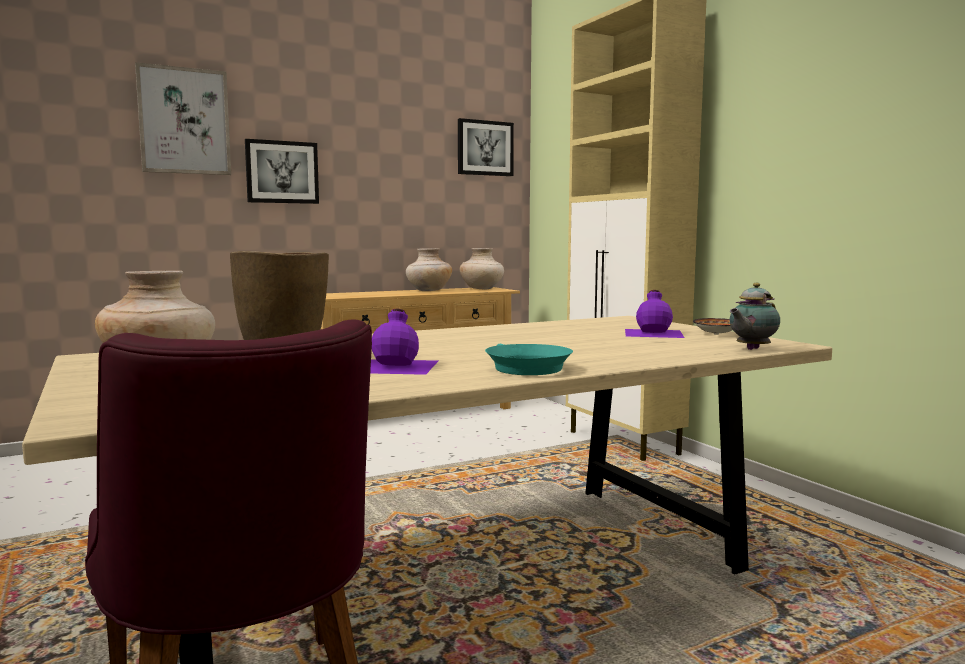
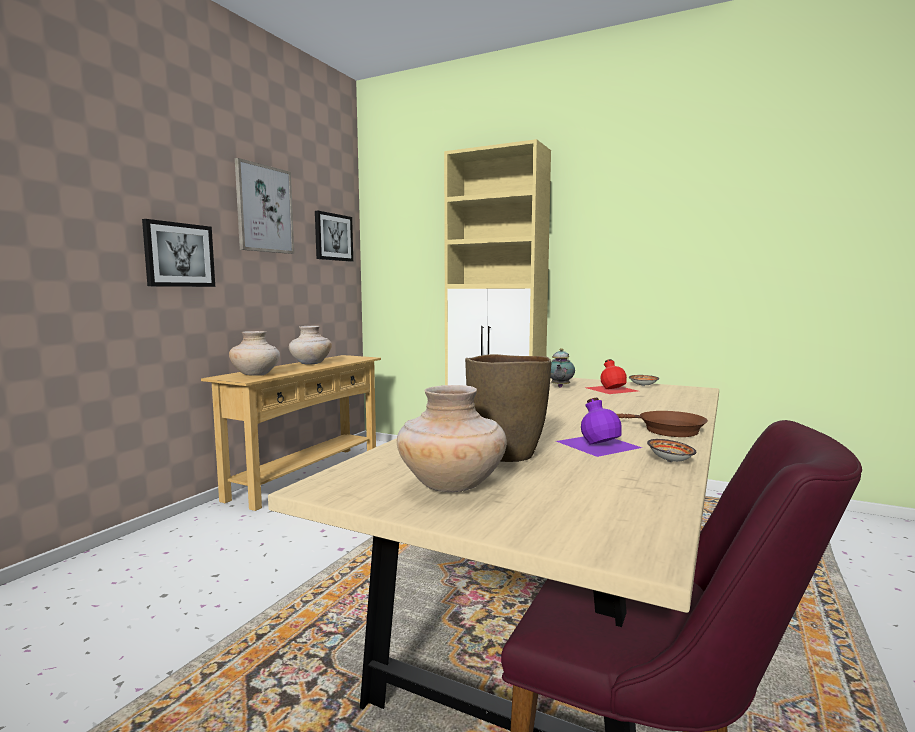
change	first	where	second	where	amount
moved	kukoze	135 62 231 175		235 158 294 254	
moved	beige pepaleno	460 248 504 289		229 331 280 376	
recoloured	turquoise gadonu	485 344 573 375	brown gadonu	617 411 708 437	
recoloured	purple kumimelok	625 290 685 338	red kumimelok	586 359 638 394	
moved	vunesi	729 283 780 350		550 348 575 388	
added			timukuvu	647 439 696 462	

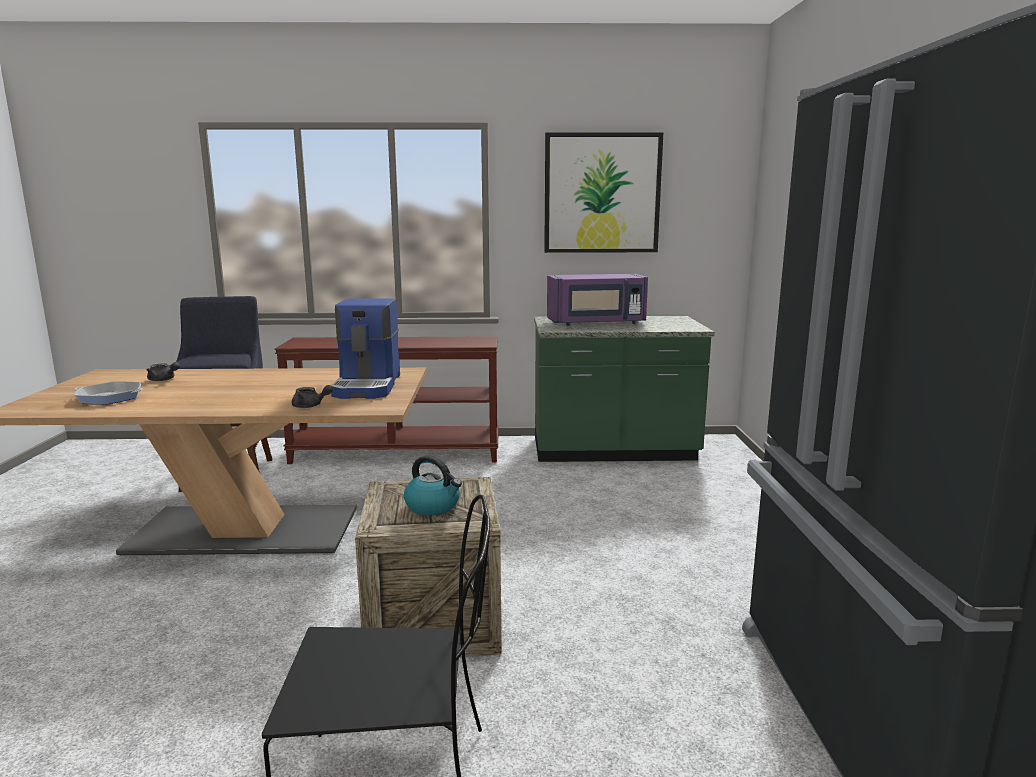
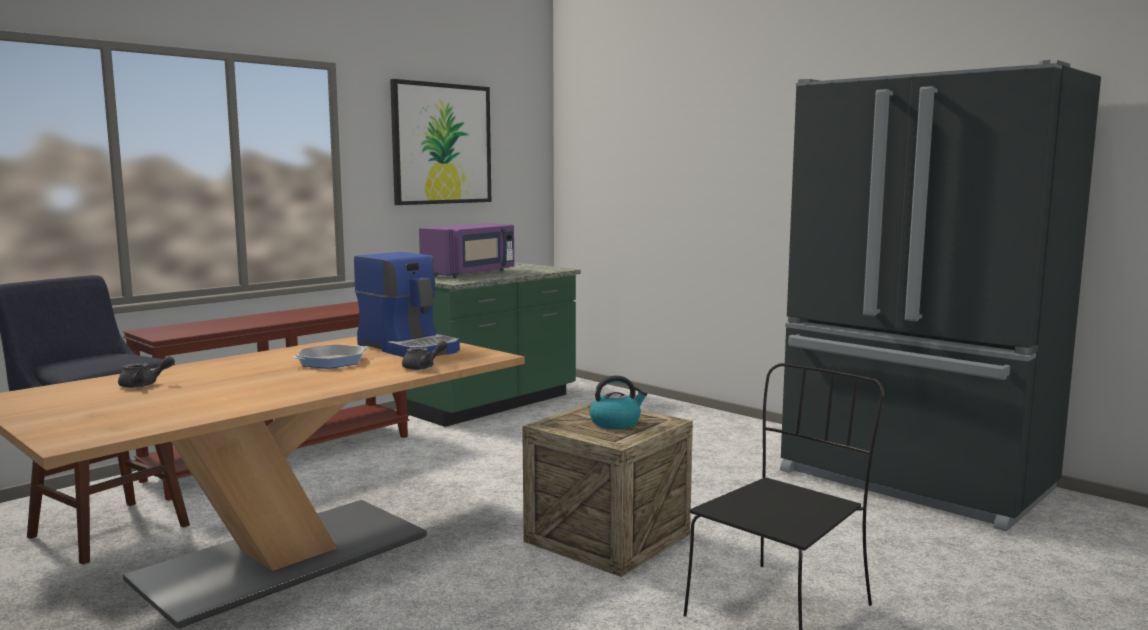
change	first	where	second	where	amount
moved	gadonu	74 381 143 405		293 344 368 369	

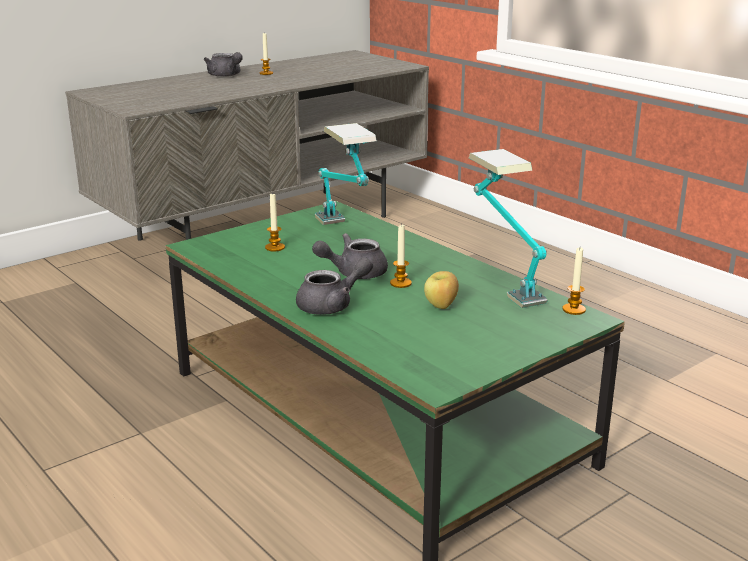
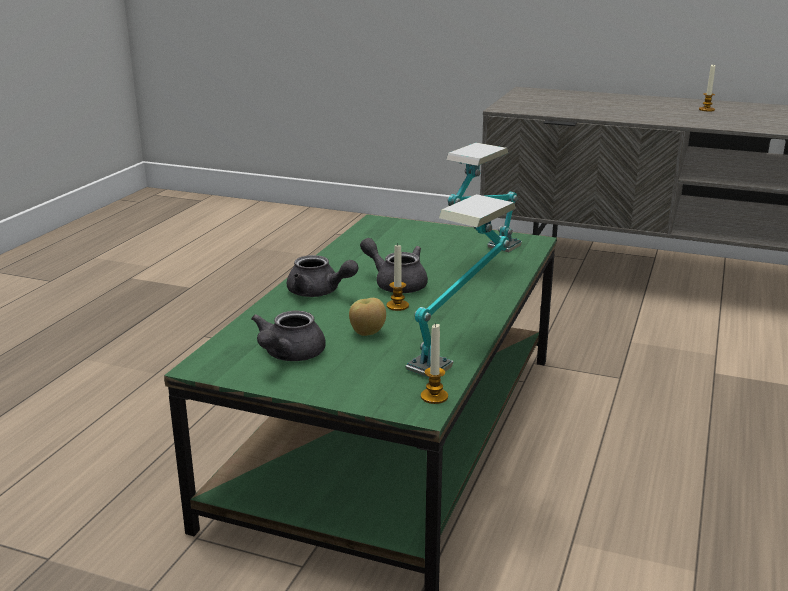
change	first	where	second	where	amount
moved	grey vunesi	204 52 243 77		251 311 326 361	
removed	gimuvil	265 192 285 252			

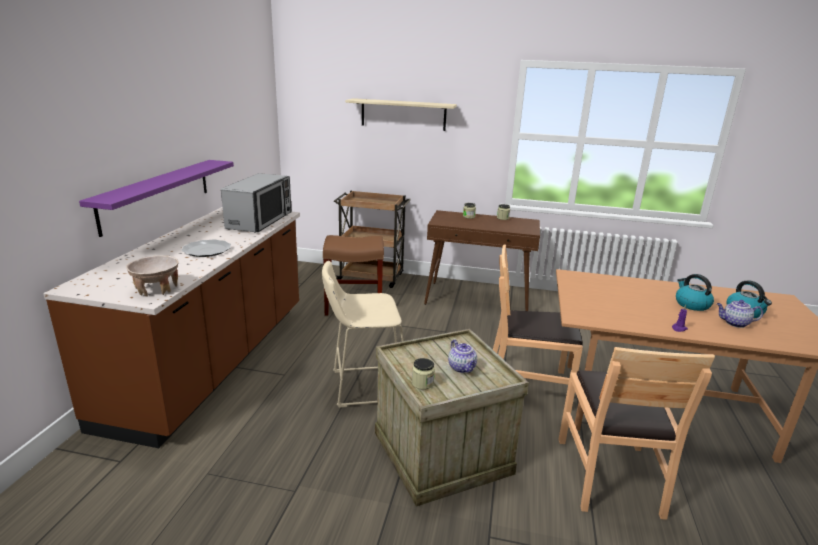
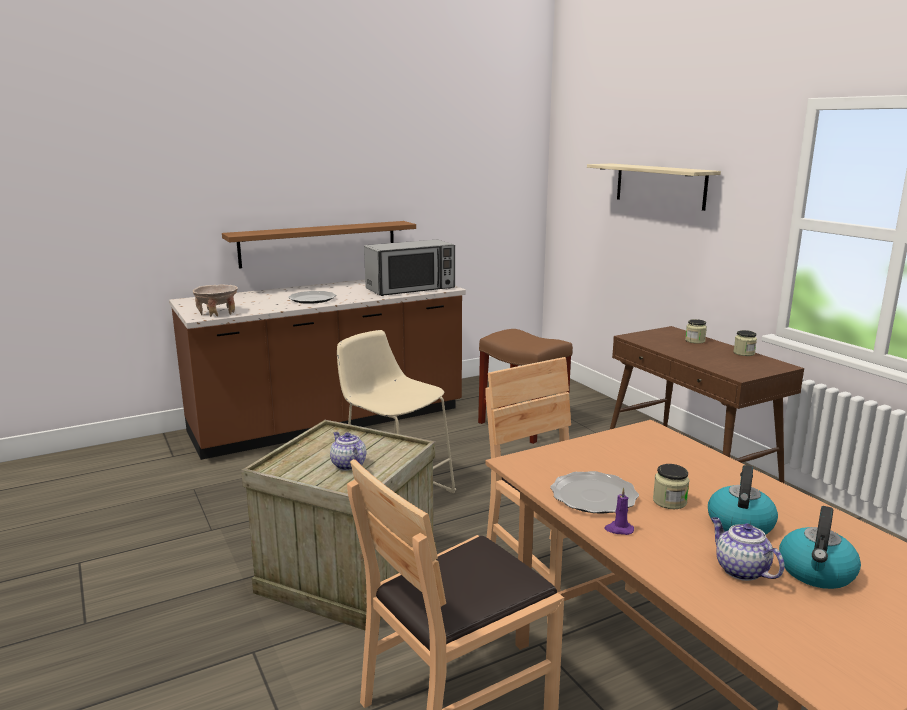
change	first	where	second	where	amount
recoloured	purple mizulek	79 160 234 237	brown mizulek	222 221 416 269	
removed	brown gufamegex	334 191 411 288			
moved	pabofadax	412 358 435 390		653 464 690 509	
turned	vunesi	448 339 477 373		330 432 366 471	120 degrees clockwise
added			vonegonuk	550 471 639 514	

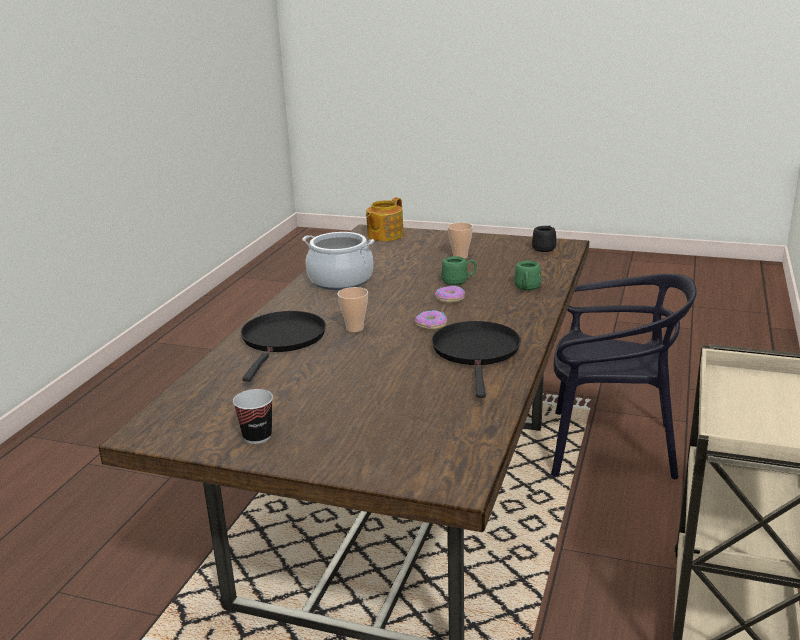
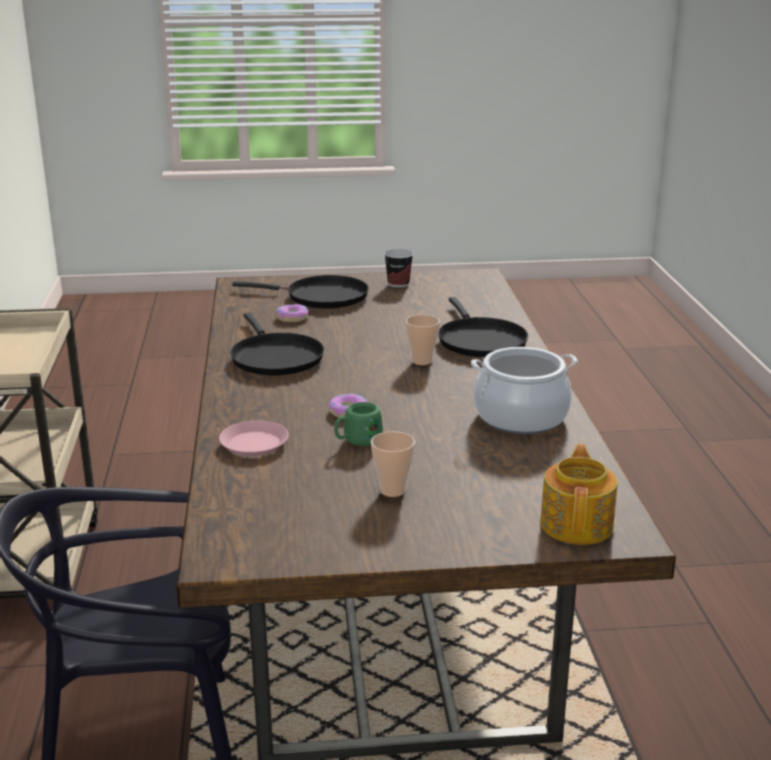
change	first	where	second	where	amount
moved	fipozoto	415 310 447 330		276 304 308 322	
replaced	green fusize	514 261 542 290	pink vonegonuk	219 421 288 456	
removed	black fusize	532 225 557 252			
added			black gadonu	232 275 369 309	

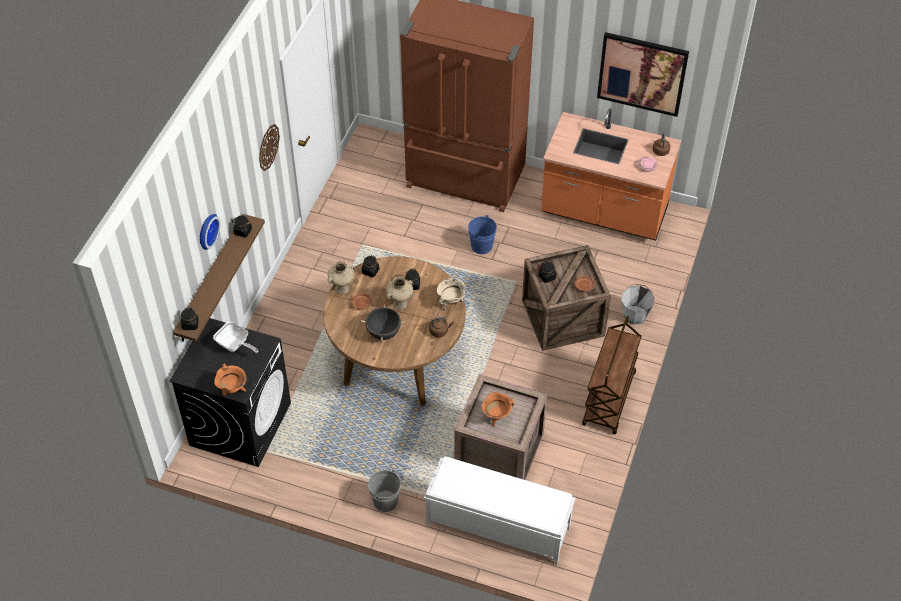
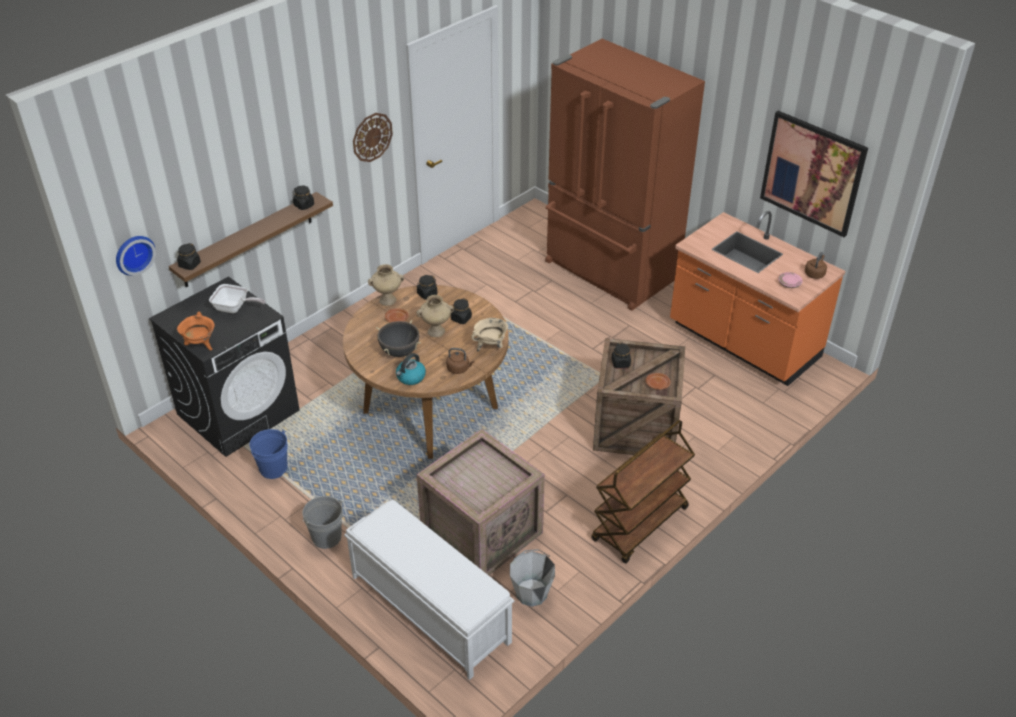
change	first	where	second	where	amount
moved	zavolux	200 214 221 250		116 236 156 276	
turned	gadonu	213 321 258 353		209 284 265 313	45 degrees counterclockwise
moved	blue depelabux	468 215 497 254		250 429 288 479	
removed	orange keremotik	481 392 515 427			
moved	grey depelabux	621 284 655 325		510 549 555 607	
added			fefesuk	396 353 426 385	

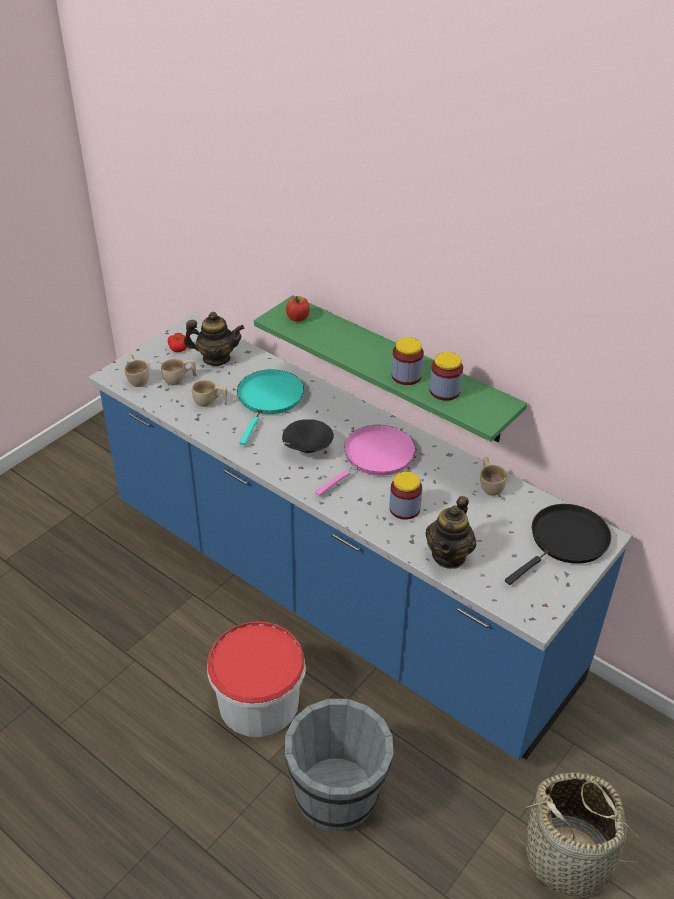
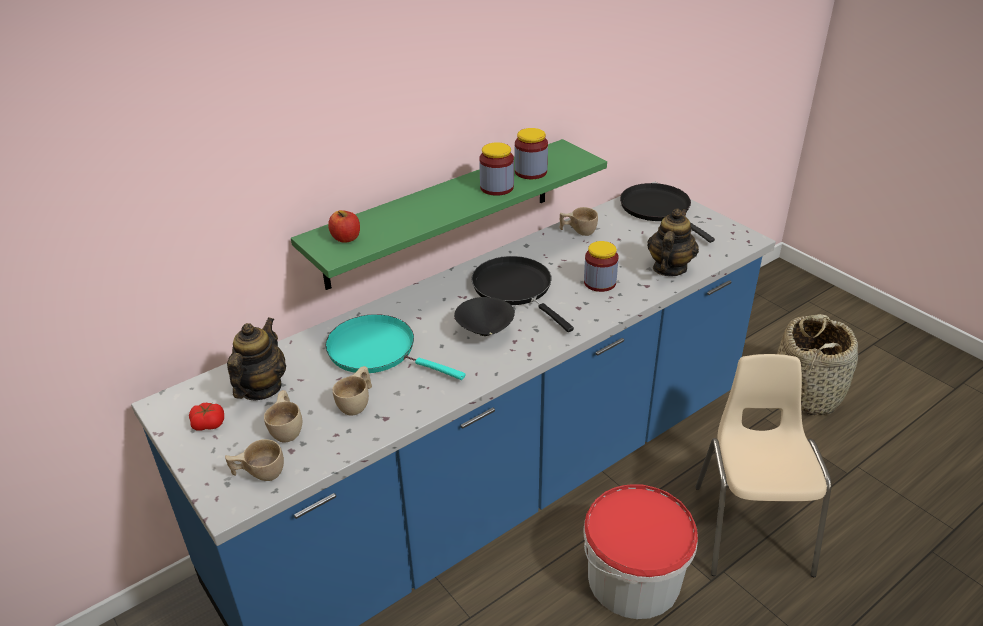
change	first	where	second	where	amount
replaced	grey depelabux	285 699 394 832	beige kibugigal	695 354 832 577	
recoloured	pink gadonu	315 425 416 496	black gadonu	471 256 574 332	
turned	vunesi	425 496 476 569		647 209 699 276	105 degrees counterclockwise

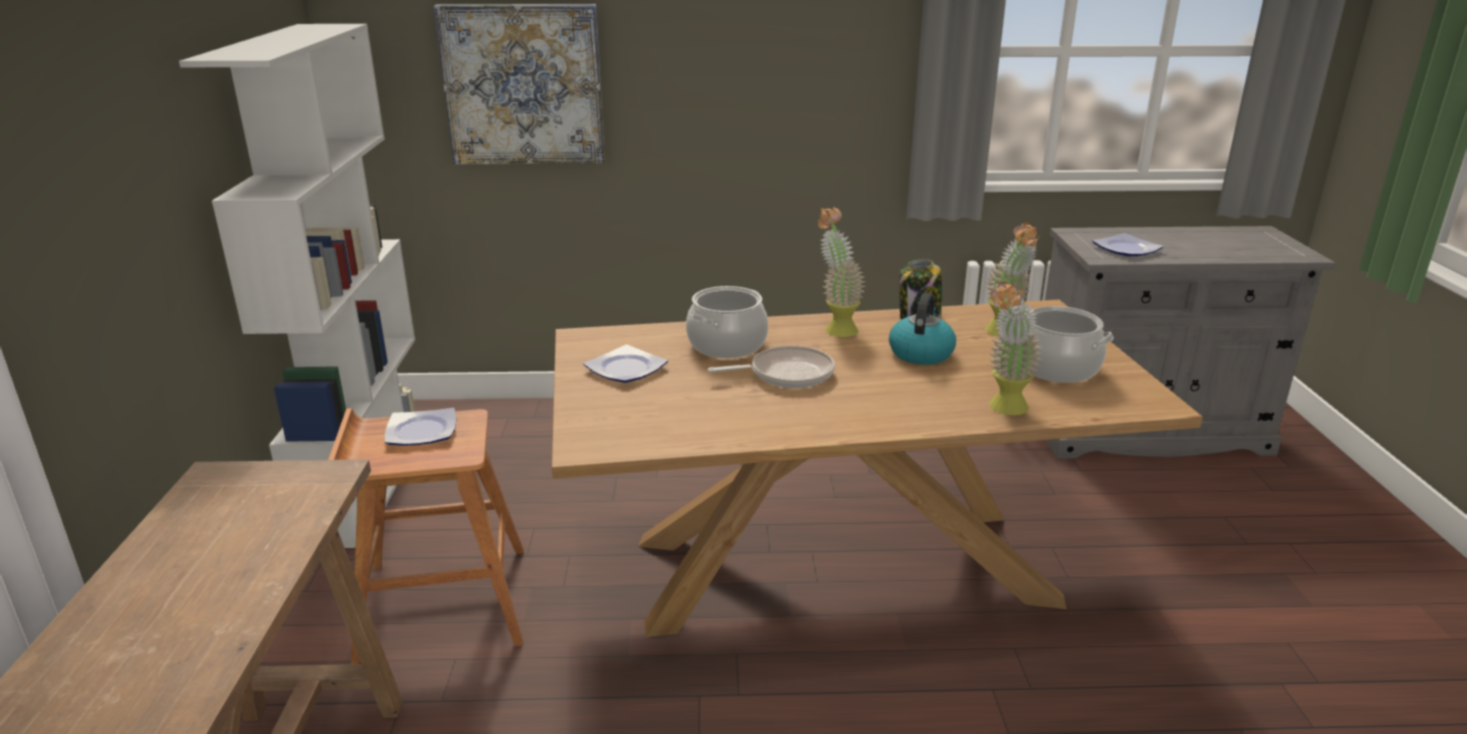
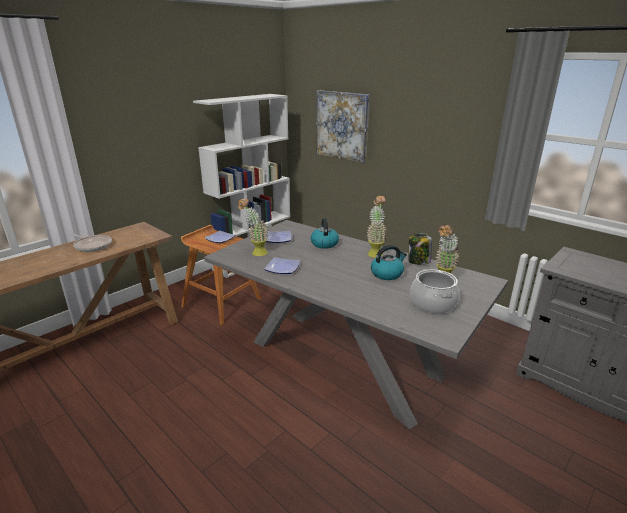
change	first	where	second	where	amount
recoloured	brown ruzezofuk	552 300 1203 637	grey ruzezofuk	204 220 508 429	
replaced	keremotik	686 286 768 358	fefesuk	311 218 339 249	
moved	gadonu	708 345 835 388		70 233 112 252	
moved	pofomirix	989 282 1042 415		238 198 268 256	
moved	vonegonuk	1092 233 1164 256		264 257 300 274	

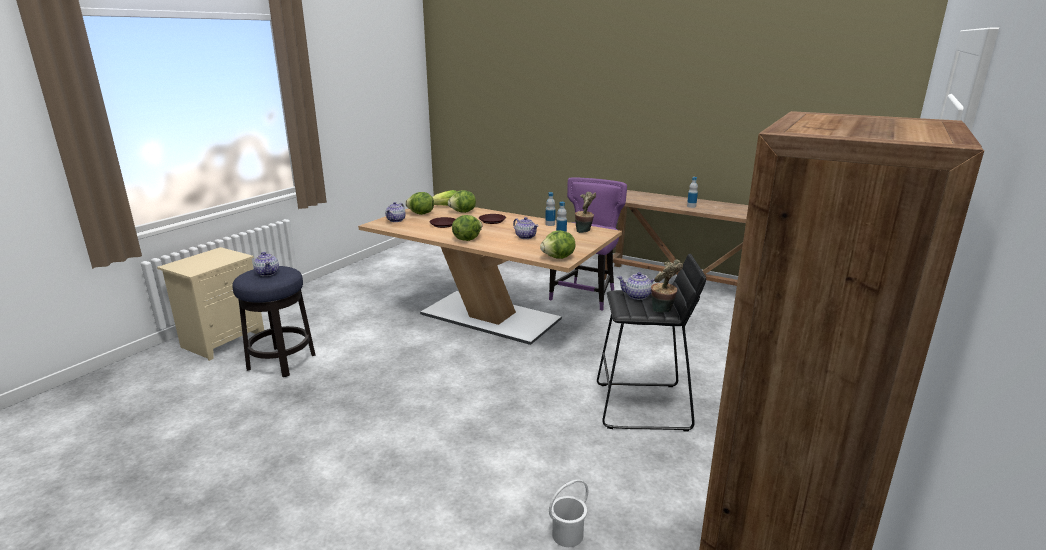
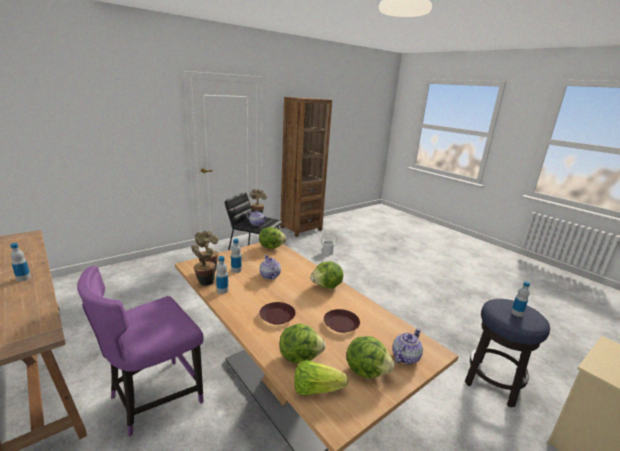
change	first	where	second	where	amount
replaced	vunesi	253 252 279 276	kumimelok	511 281 530 317	
added			pofomirix	191 245 215 286	

